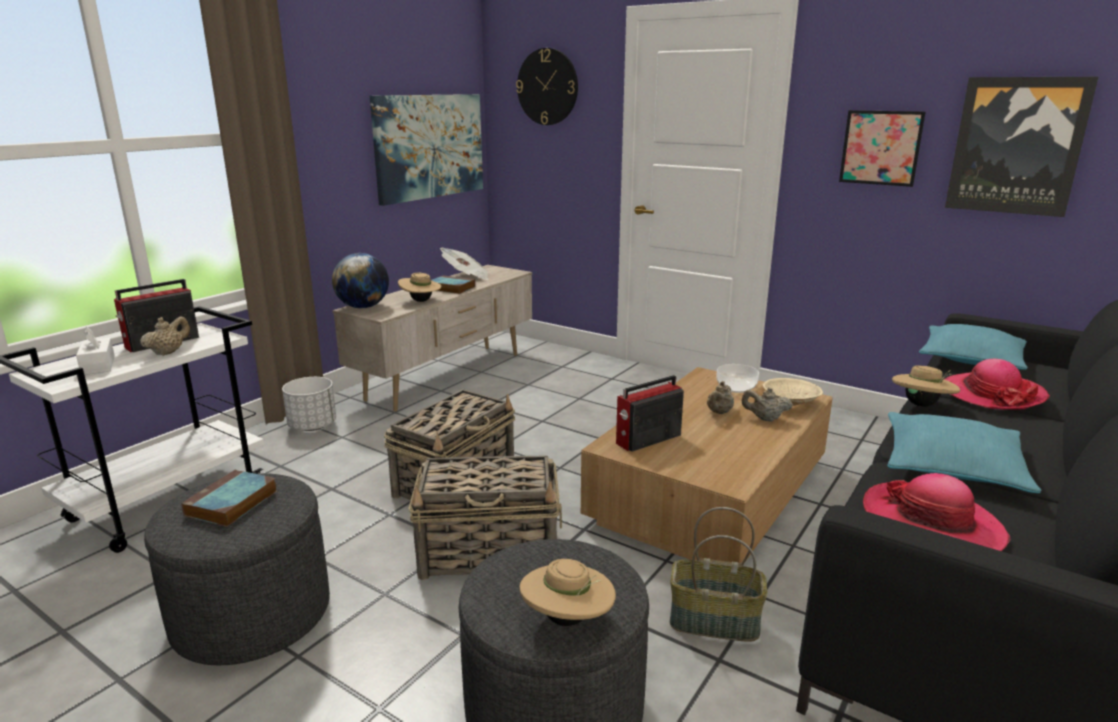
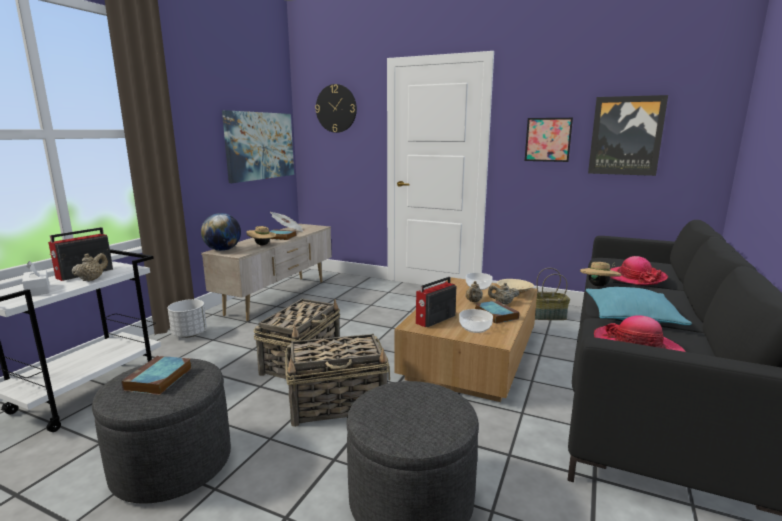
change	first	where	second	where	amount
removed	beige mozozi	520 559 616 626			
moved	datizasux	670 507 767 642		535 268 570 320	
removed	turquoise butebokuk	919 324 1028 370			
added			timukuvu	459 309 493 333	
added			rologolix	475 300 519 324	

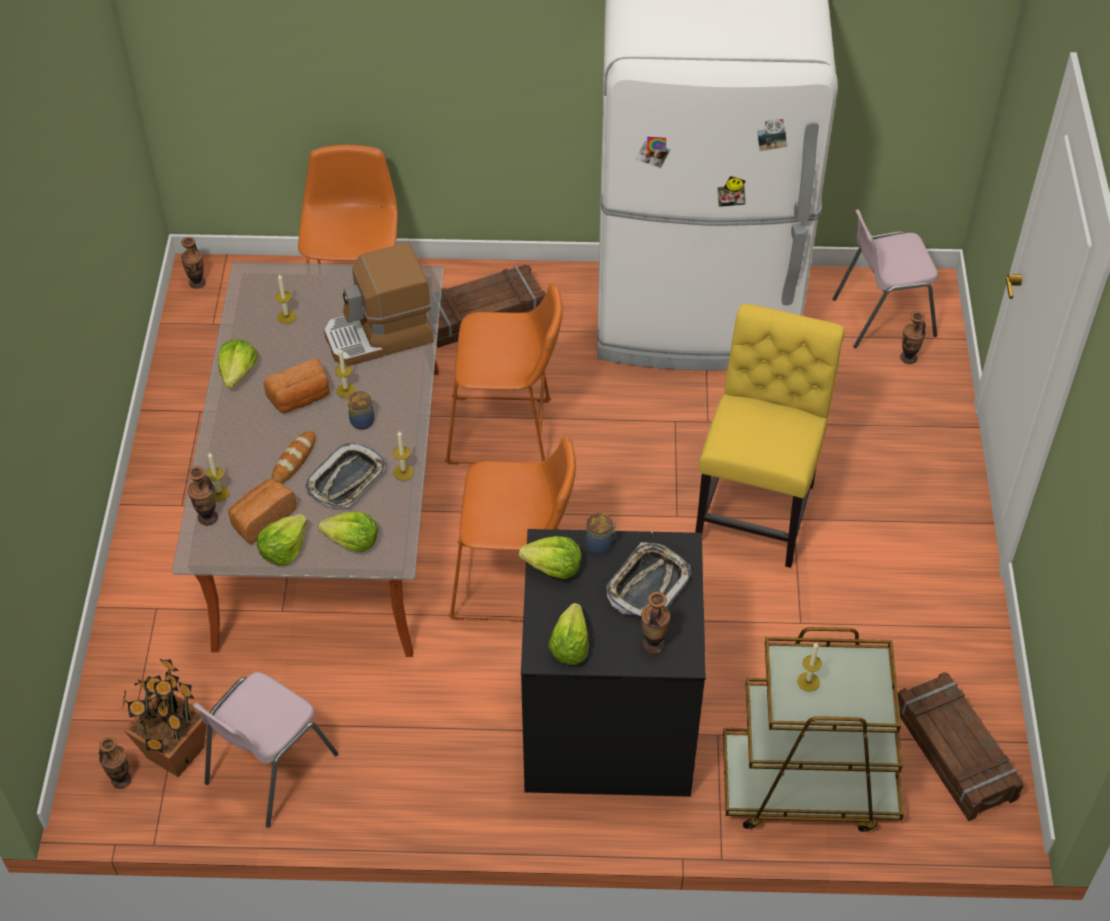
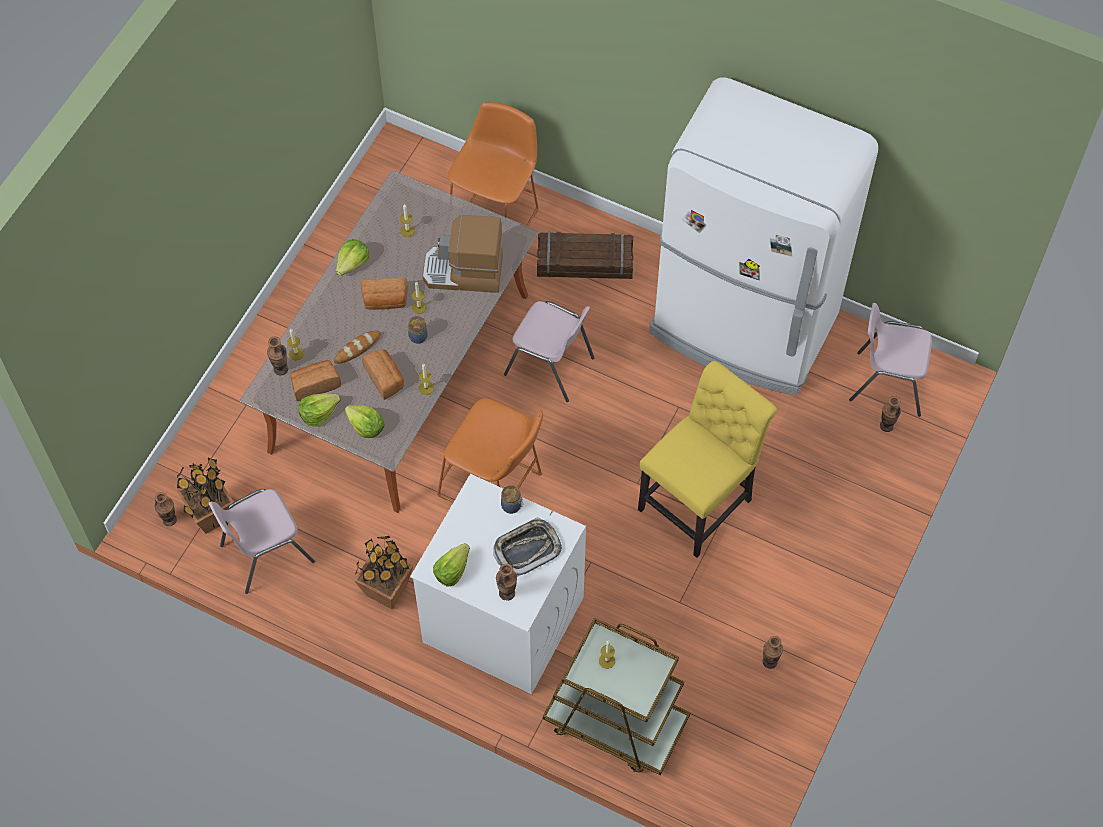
change	first	where	second	where	amount
moved	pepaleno	181 237 206 289		763 636 783 669	
replaced	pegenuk	305 443 386 507	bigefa	362 349 404 400	
replaced	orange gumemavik	445 283 563 464	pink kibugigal	504 301 594 402	
removed	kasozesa	519 536 582 579			
recoloured	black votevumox	521 529 706 797	white votevumox	410 474 586 694	
removed	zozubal	898 672 1024 821			
added			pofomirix	354 536 413 609	

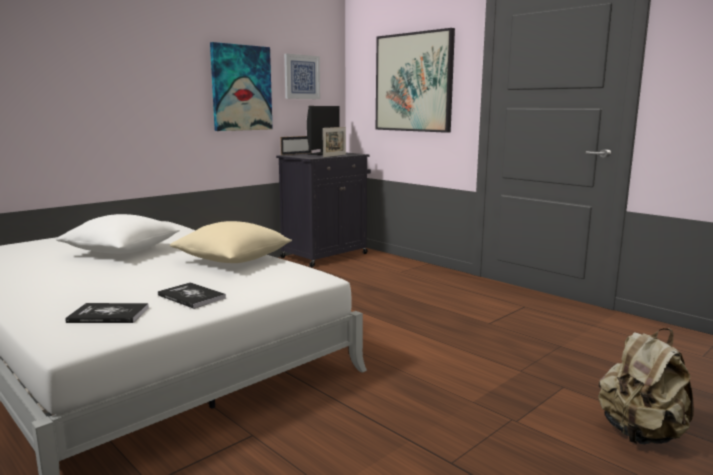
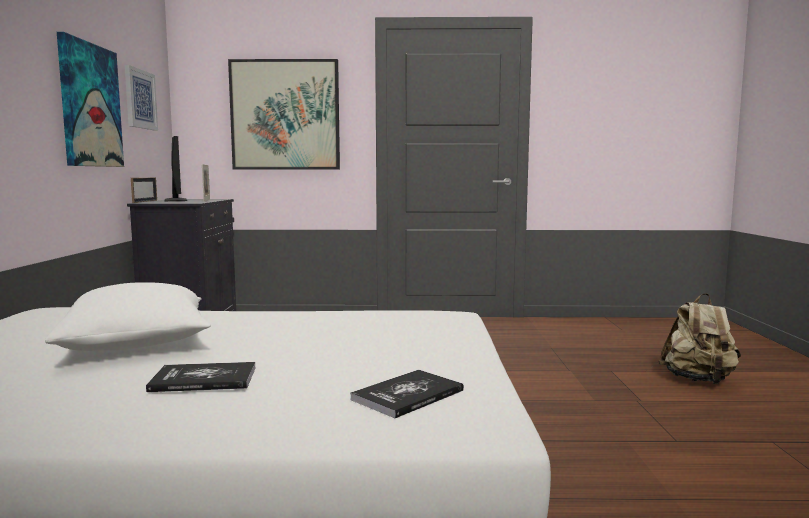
change	first	where	second	where	amount
moved	rologolix	158 282 226 309		146 362 256 392	
removed	beige butebokuk	170 221 292 263			

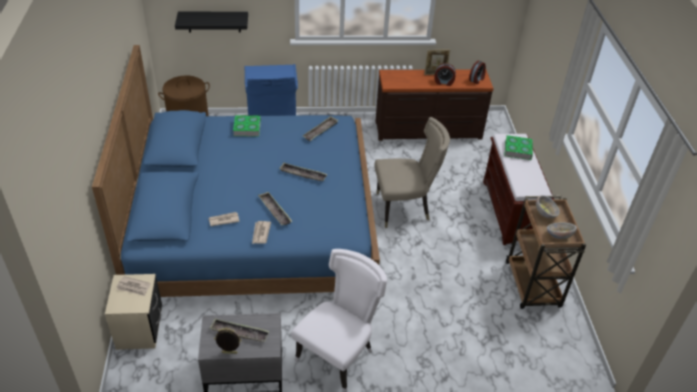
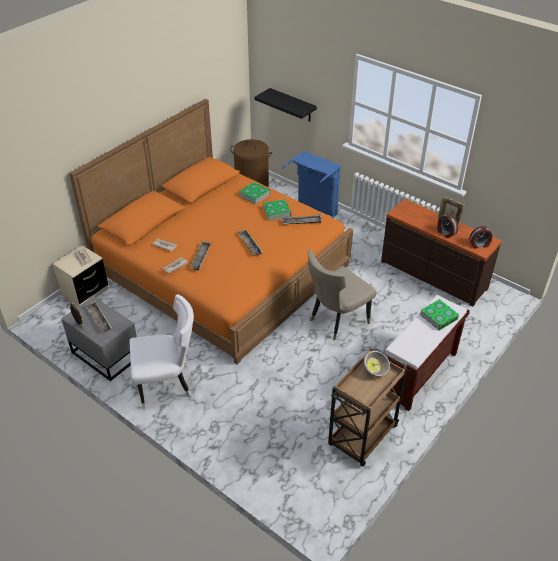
change	first	where	second	where	amount
recoloured	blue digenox	92 45 380 297	orange digenox	69 99 353 364	
turned	beige kibugigal	375 117 450 228		308 250 377 340	105 degrees clockwise
removed	timukuvu	547 222 577 239			
added			rologolix	263 199 291 221	

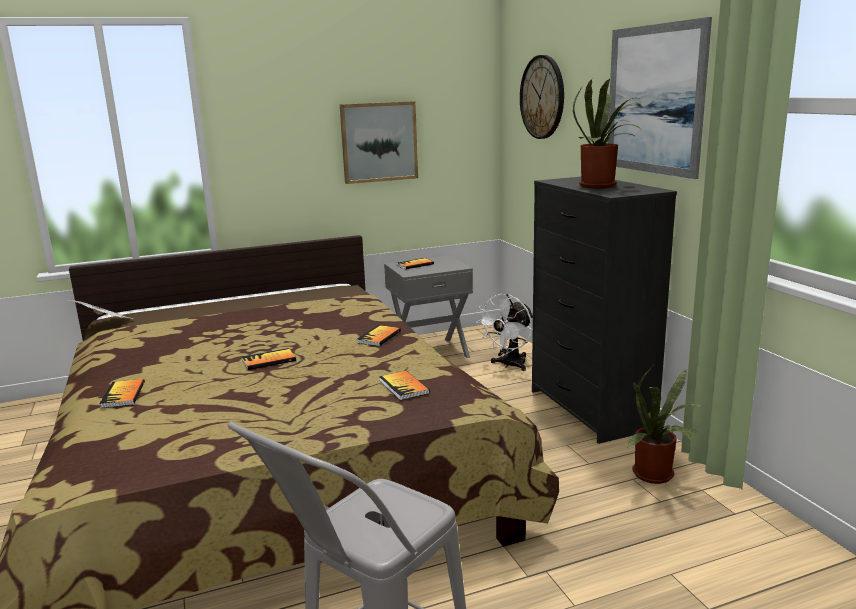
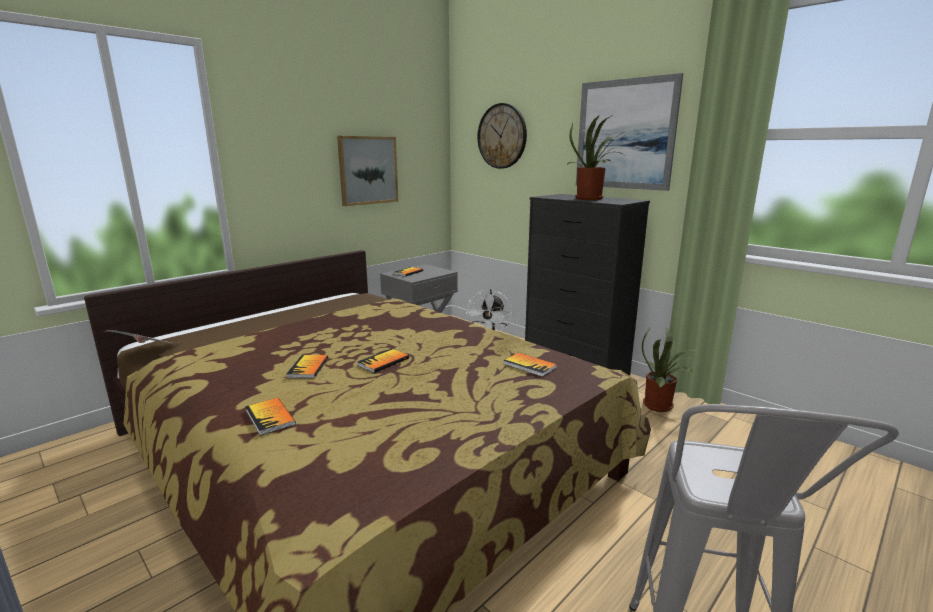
change	first	where	second	where	amount
moved	rologolix	357 325 401 346		286 355 328 378	

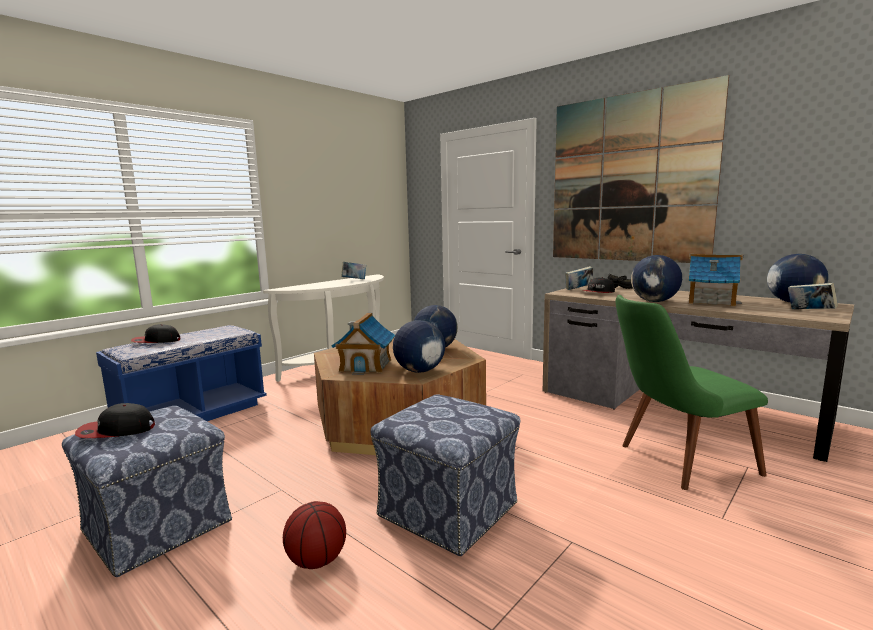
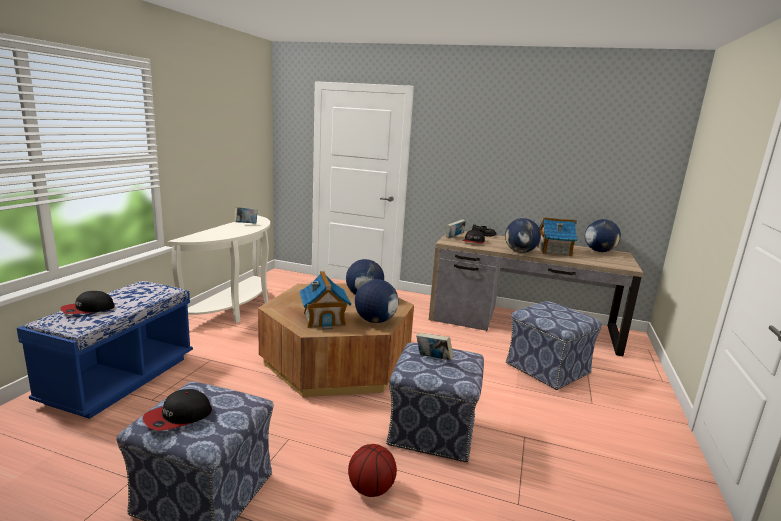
change	first	where	second	where	amount
removed	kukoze	553 75 729 263			
replaced	green kibugigal	616 295 768 490	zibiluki	506 301 602 390	
moved	rologolix	788 283 838 309		416 333 453 361	

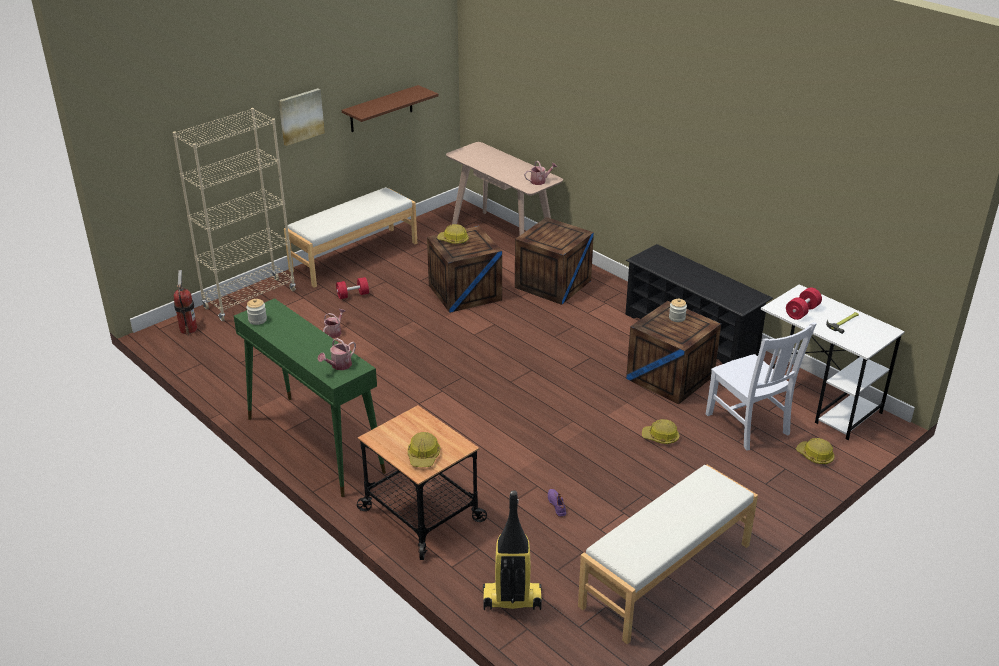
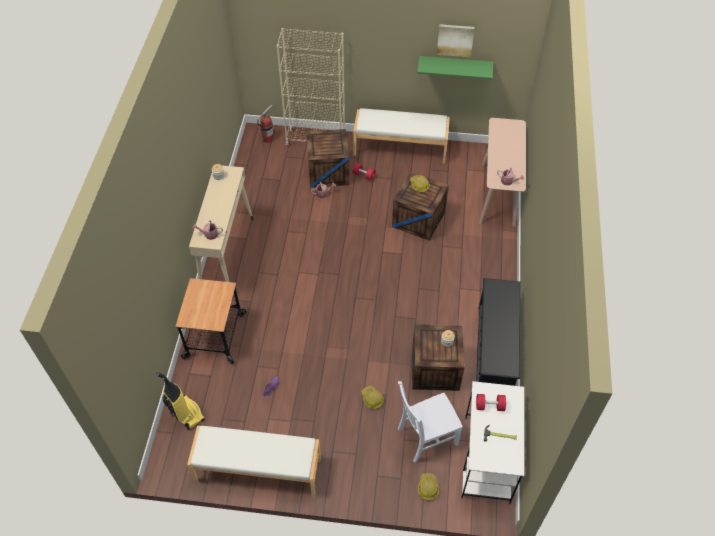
change	first	where	second	where	amount
recoloured	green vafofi	234 298 386 497	beige vafofi	189 166 254 282	
moved	kukoze	279 88 325 146		437 24 475 57	
recoloured	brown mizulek	342 85 438 132	green mizulek	417 56 493 79	
removed	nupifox	408 432 441 467			
moved	zozubal	515 217 594 305		306 129 349 188	
turned	white kibugigal	706 322 817 451		398 381 463 462	45 degrees clockwise

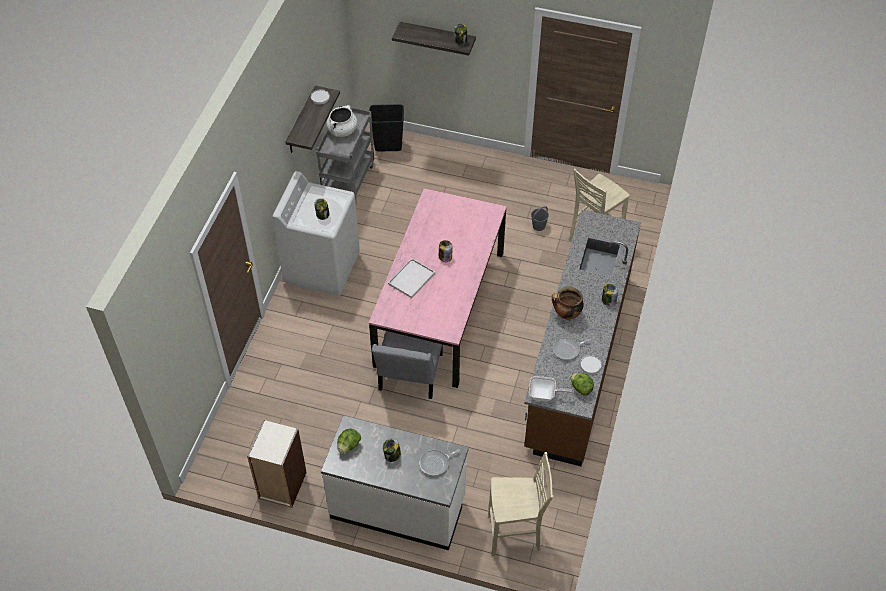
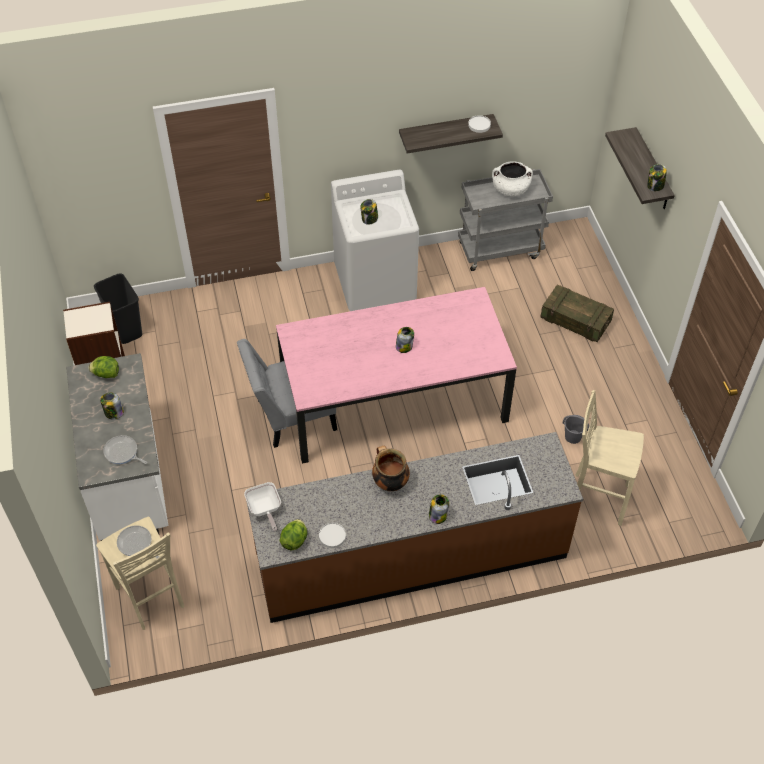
change	first	where	second	where	amount
moved	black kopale	369 104 404 152		94 273 142 344	
removed	white pegenuk	388 258 435 298			
moved	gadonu	552 337 591 361		117 525 159 559	
added			zozubal	541 284 614 342	

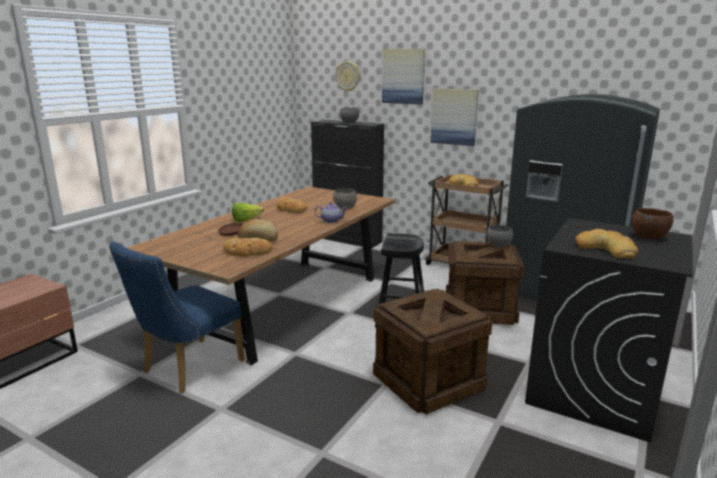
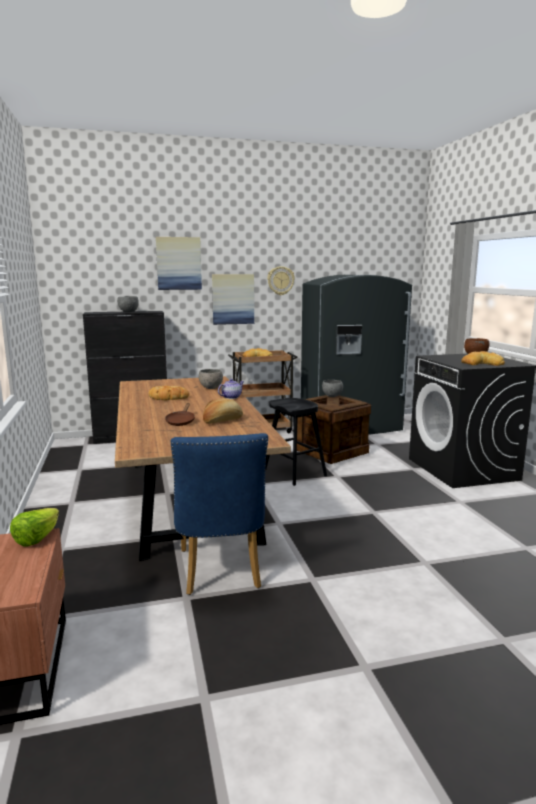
change	first	where	second	where	amount
removed	bigefa	223 238 272 257			
moved	kasozesa	232 203 264 222		10 508 59 546	
moved	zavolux	335 61 360 92		267 266 295 295	
removed	zozubal	373 288 492 415			

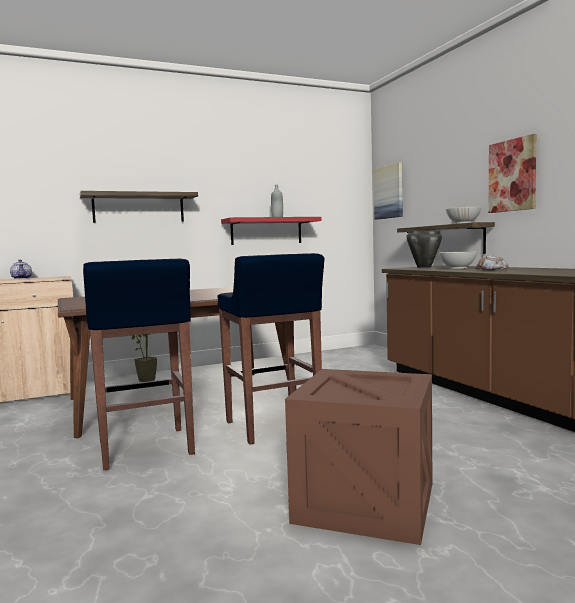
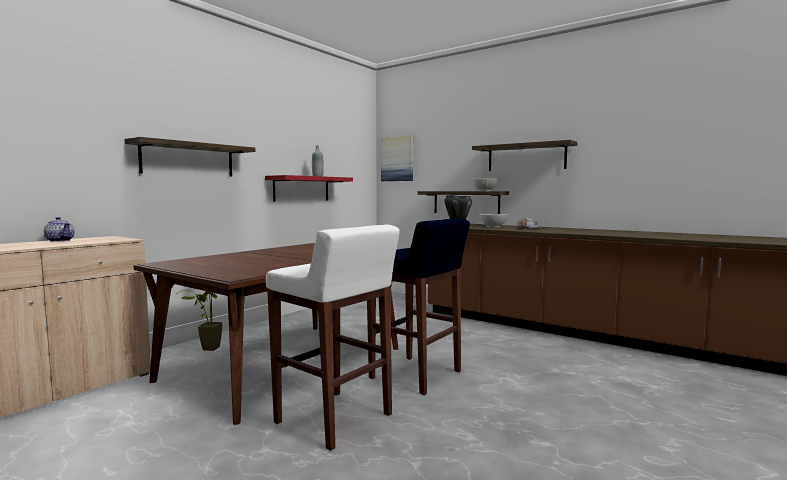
change	first	where	second	where	amount
recoloured	blue gumemavik	83 259 195 470	white gumemavik	266 225 400 450	
removed	zozubal	285 369 432 545			
replaced	kukoze	489 134 537 213	mizulek	472 140 578 171	

